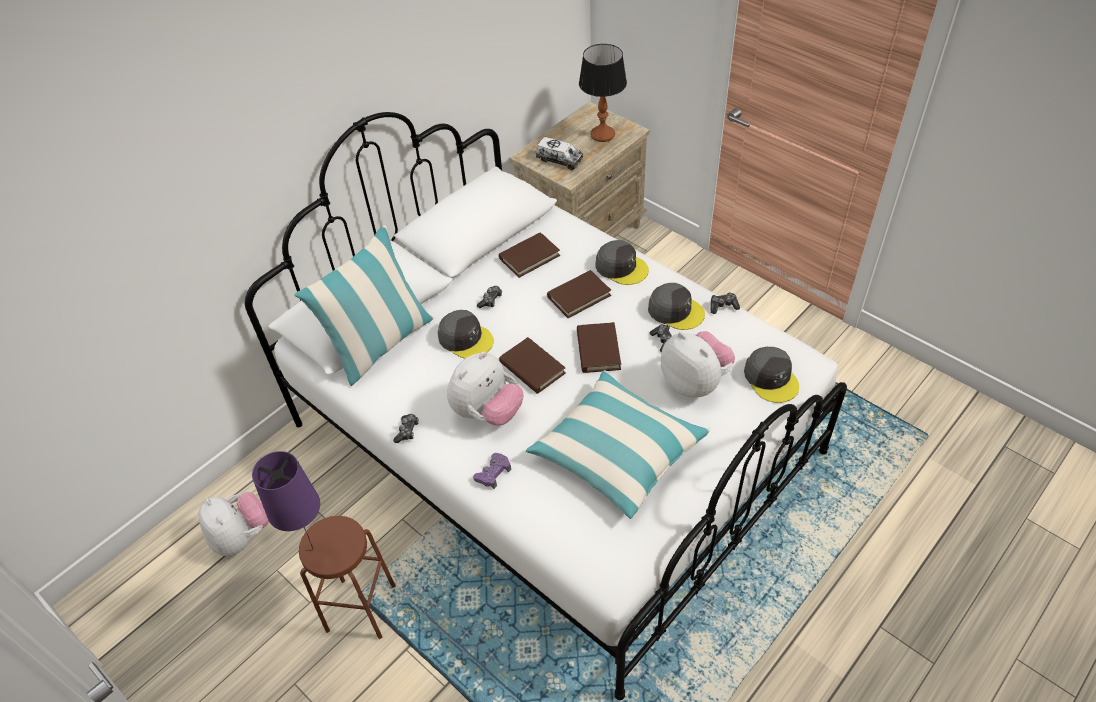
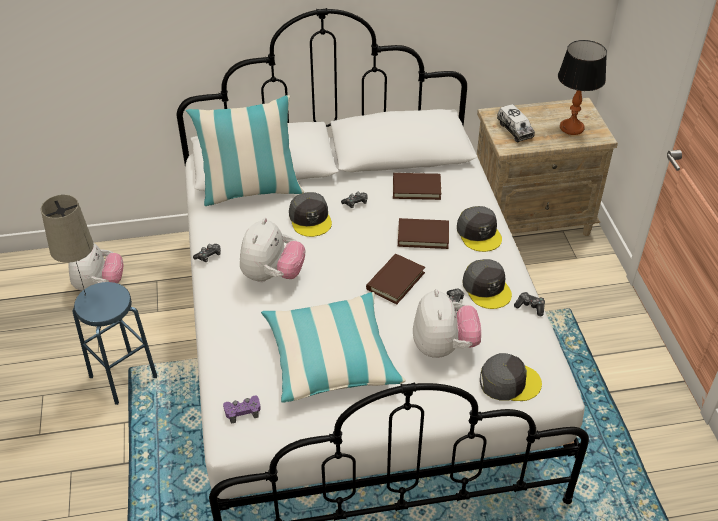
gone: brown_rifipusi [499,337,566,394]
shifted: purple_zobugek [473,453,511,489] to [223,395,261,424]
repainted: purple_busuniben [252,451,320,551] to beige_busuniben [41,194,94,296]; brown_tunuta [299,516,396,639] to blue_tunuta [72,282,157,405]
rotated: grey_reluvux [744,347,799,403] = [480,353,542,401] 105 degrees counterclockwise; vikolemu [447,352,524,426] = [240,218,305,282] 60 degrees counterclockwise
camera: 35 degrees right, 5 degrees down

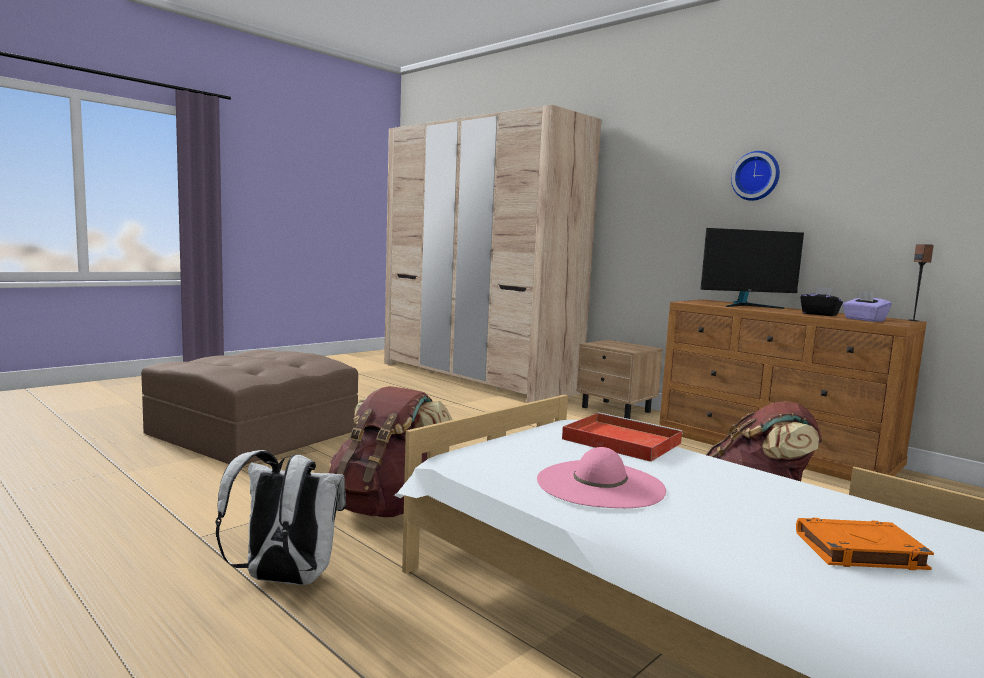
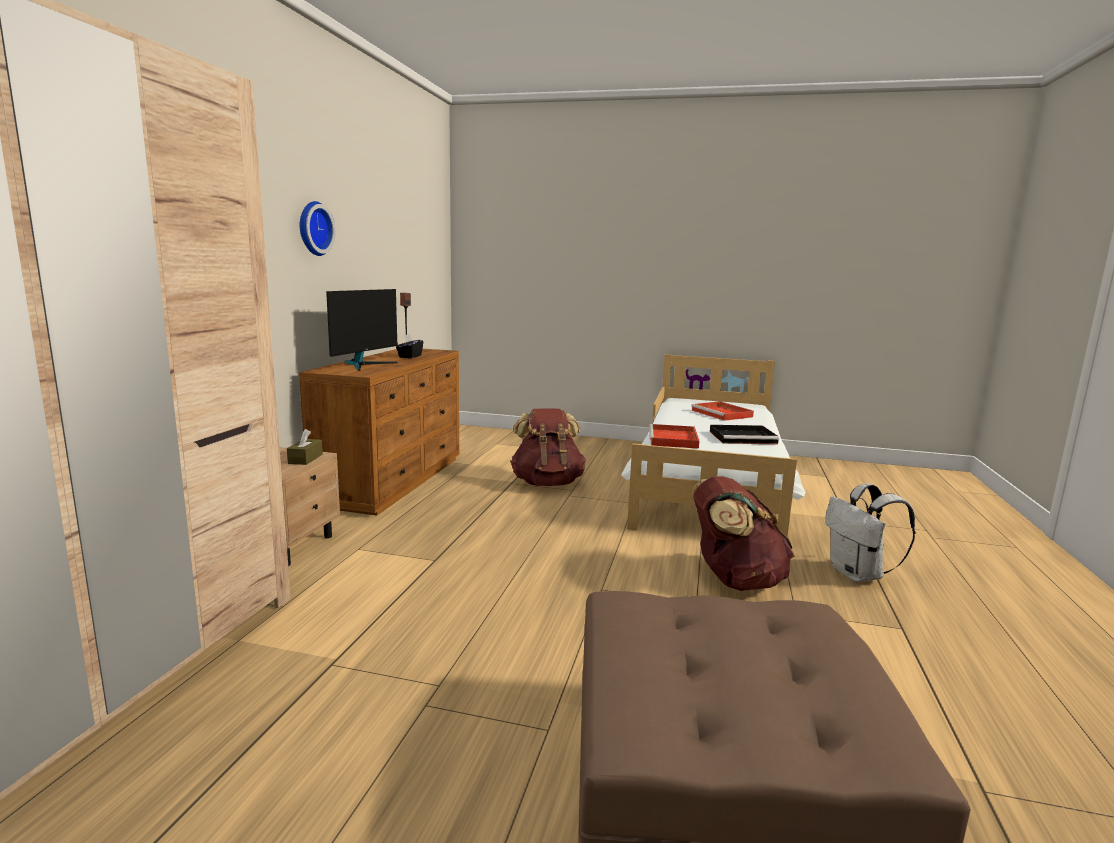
gone: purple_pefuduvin [843,290,892,322]
new: brown_pefuduvin [287,429,323,465]
swapped: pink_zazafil [537,447,666,508] to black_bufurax [710,425,779,444]; orange_rifipusi [796,518,934,570] to red_bufurax [691,401,754,421]
rotated: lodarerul [701,228,804,309] = [326,289,398,371] 60 degrees clockwise
camera: 120 degrees left, 5 degrees up

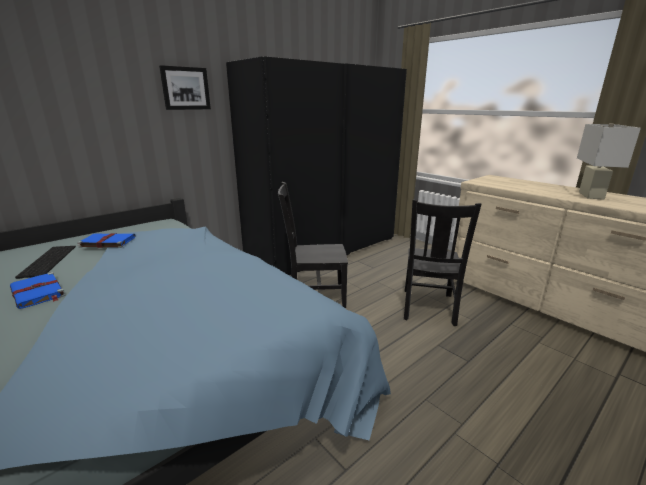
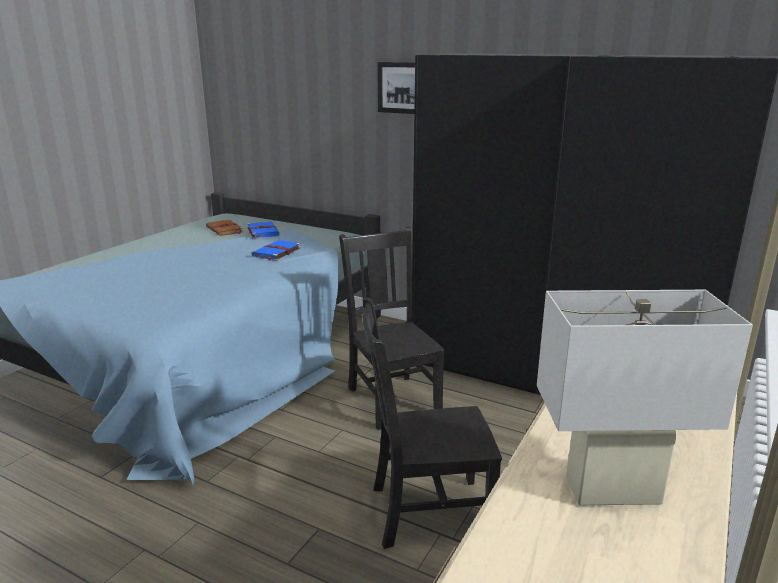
shifted: blue_rifipusi [10,272,66,309] to [251,240,301,261]
swapped: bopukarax [15,246,76,279] to brown_rifipusi [206,219,244,236]
camera: 70 degrees right, 0 degrees up

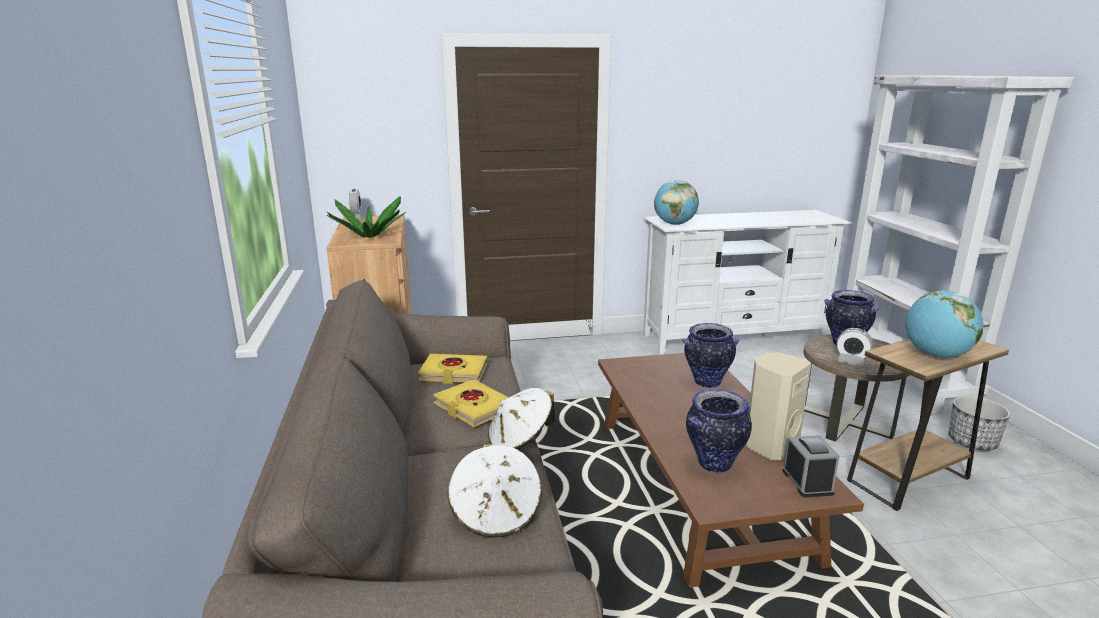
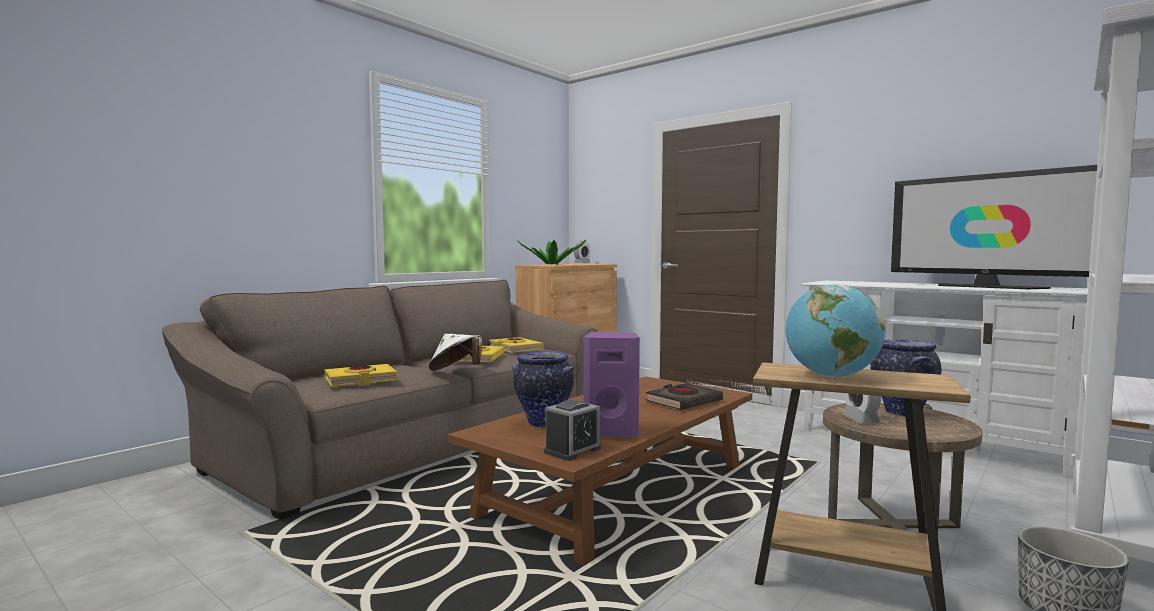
gone: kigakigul [654,180,699,225]
new: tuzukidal [891,165,1097,289]
swapped: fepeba [682,323,739,388] to black_rifipusi [646,383,723,410]; white_zazafil [447,444,542,537] to yellow_rifipusi [325,364,397,387]
repainted: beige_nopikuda [746,352,811,461] to purple_nopikuda [583,332,640,438]
camera: 50 degrees right, 15 degrees down

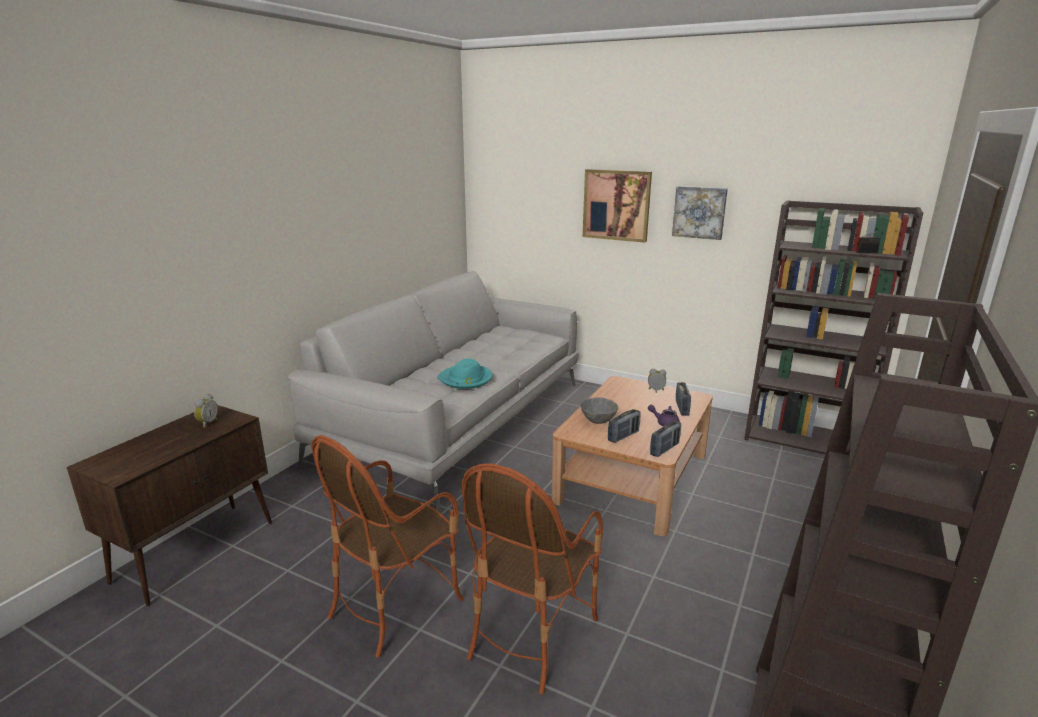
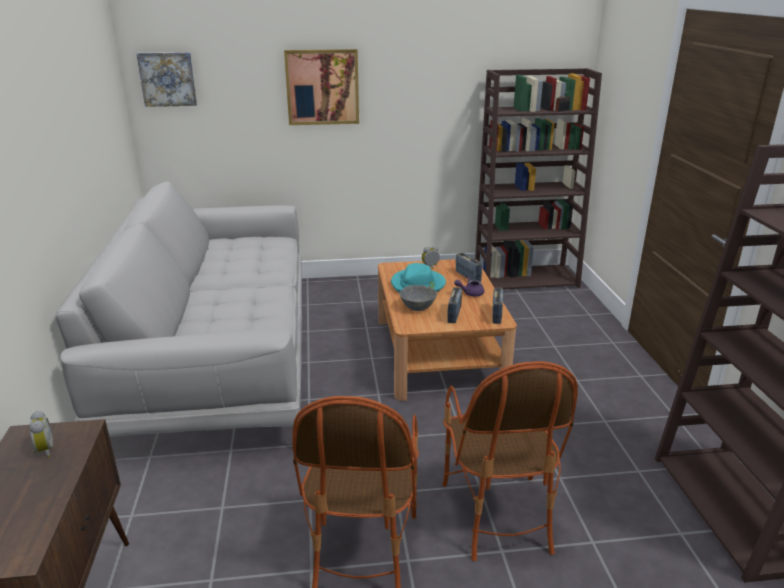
shifted: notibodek [672,186,728,240] to [137,52,197,107]; turquoise_zazafil [437,358,493,389] to [391,263,446,293]
camera: 35 degrees left, 5 degrees up

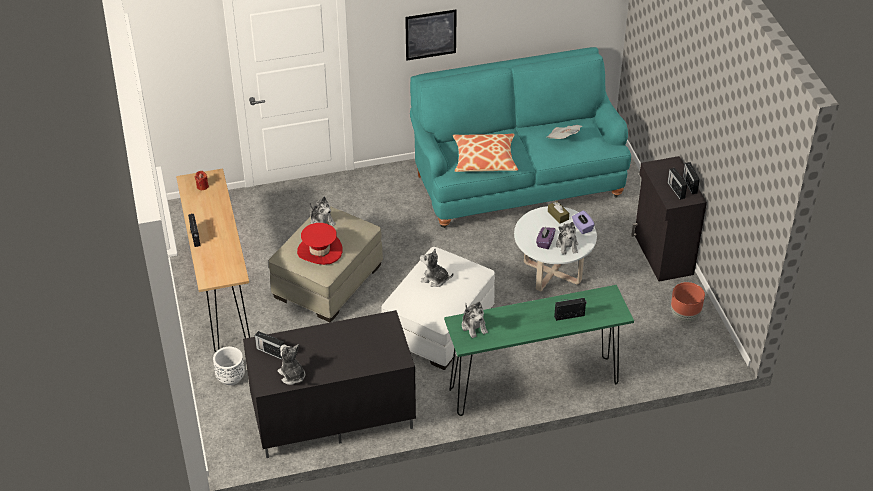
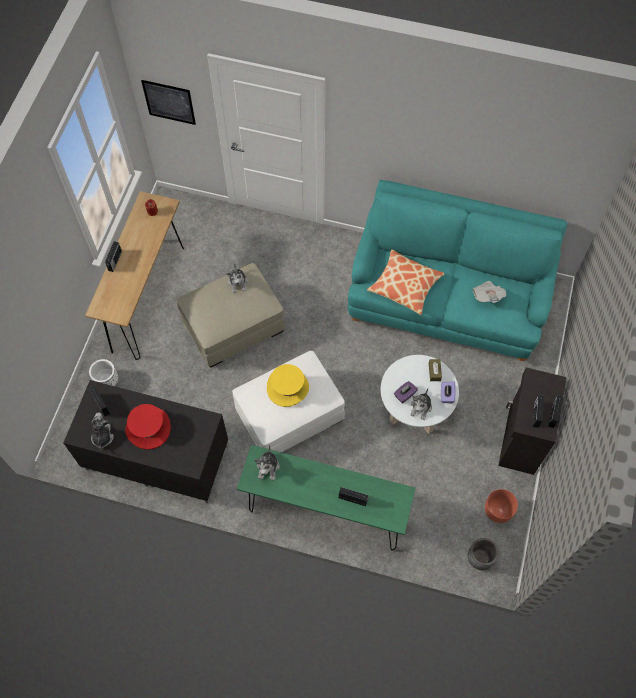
new: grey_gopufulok [468,538,499,570]
shifted: notibodek [405,10,457,61] to [141,80,196,125]; red_zazafil [297,223,343,265] to [125,404,171,450]
swapped: vikolemu [420,249,454,287] to yellow_zazafil [267,364,309,407]
camera: 30 degrees right, 20 degrees up

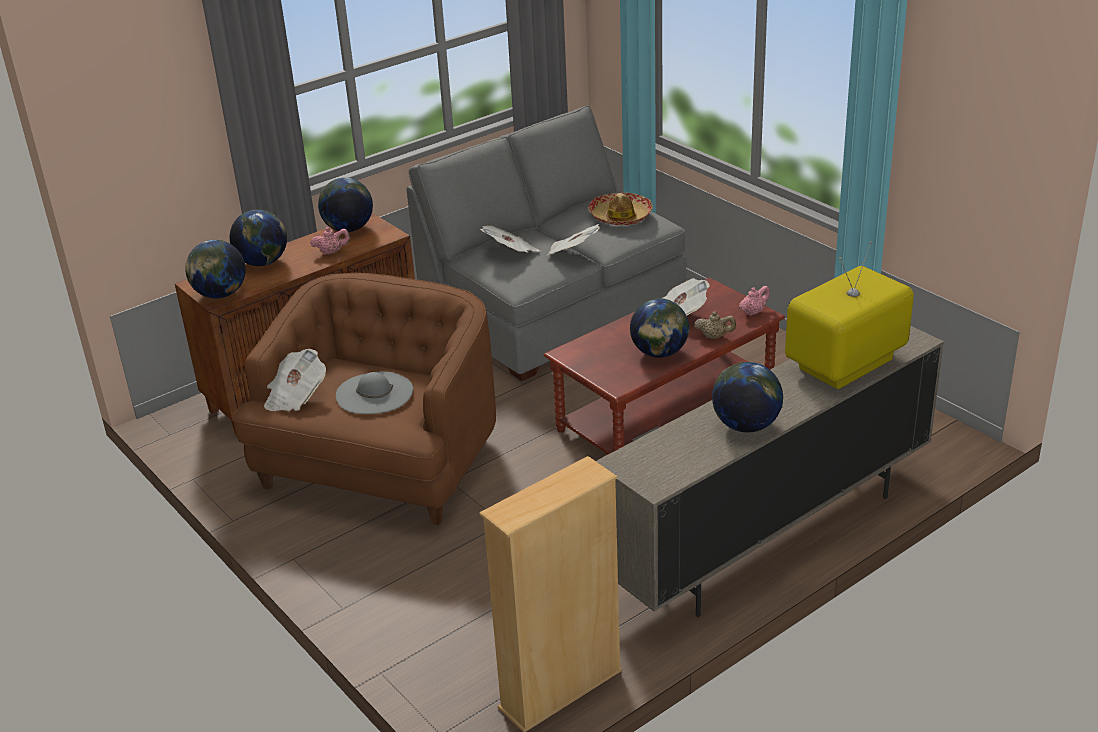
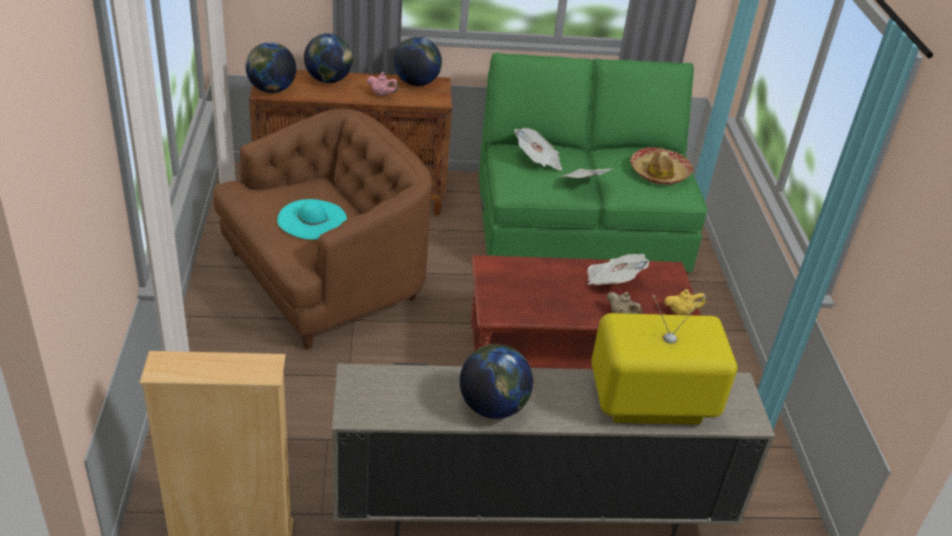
gone: kigakigul [630,298,689,358]; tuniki [264,349,326,411]
repainted: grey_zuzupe [407,105,686,381] to green_zuzupe [479,52,708,274]; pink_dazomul [739,286,770,316] to yellow_dazomul [664,289,706,315]; grey_zazafil [336,371,413,414] to turquoise_zazafil [277,199,347,240]
camera: 30 degrees right, 5 degrees up

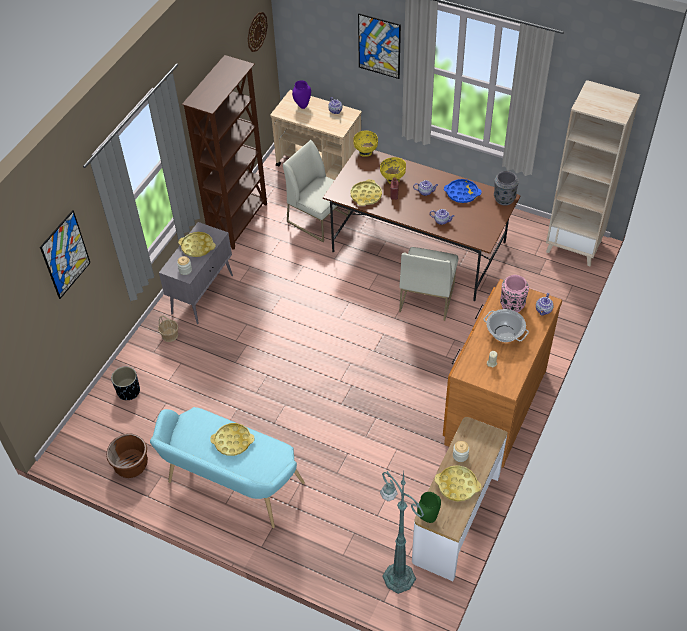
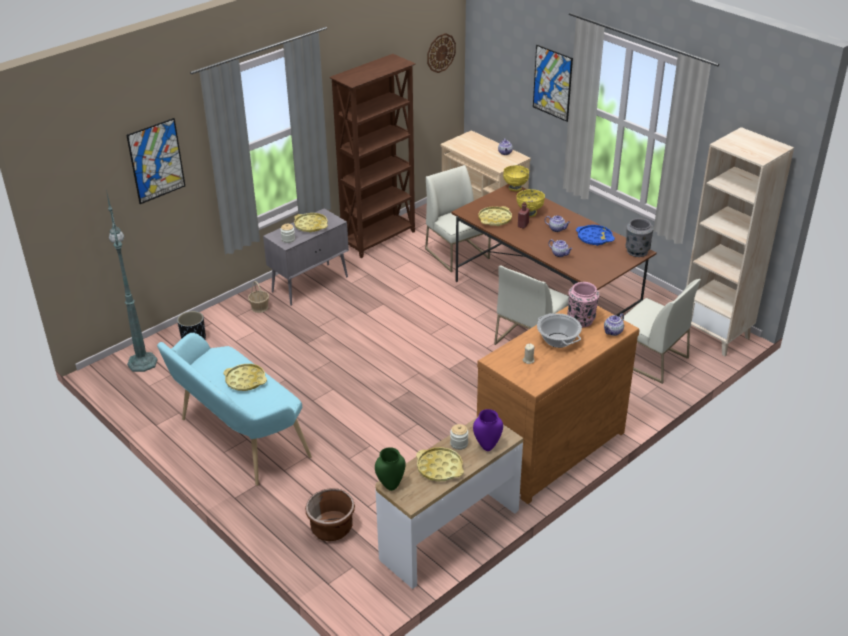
new: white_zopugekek [621,279,701,384]
shifted: purple_fepeba [292,80,311,109] to [473,409,503,451]; brown_gopufulok [106,434,148,478] to [305,488,355,541]; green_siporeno [380,471,424,594] to [106,190,157,372]
camera: 20 degrees right, 15 degrees down

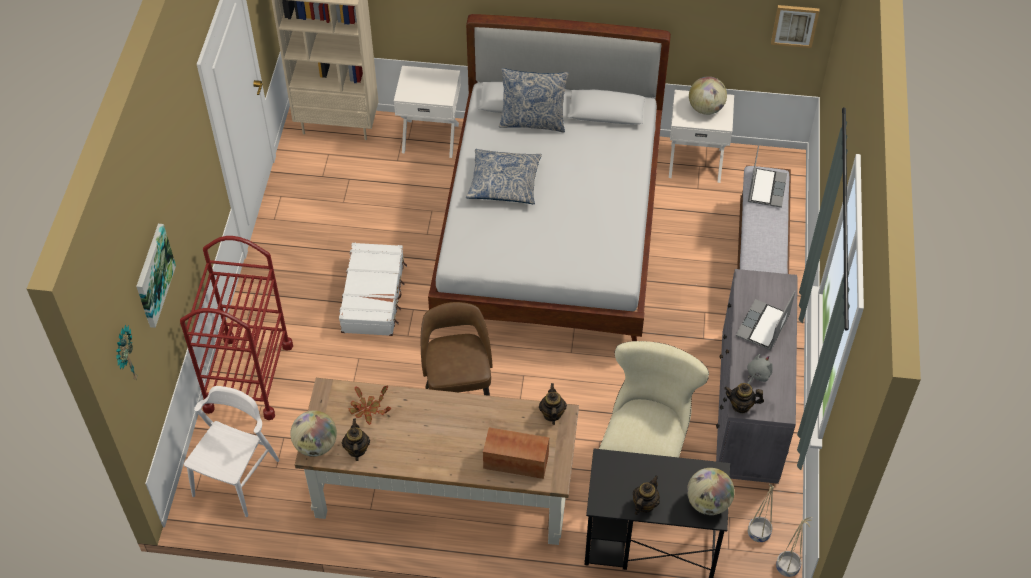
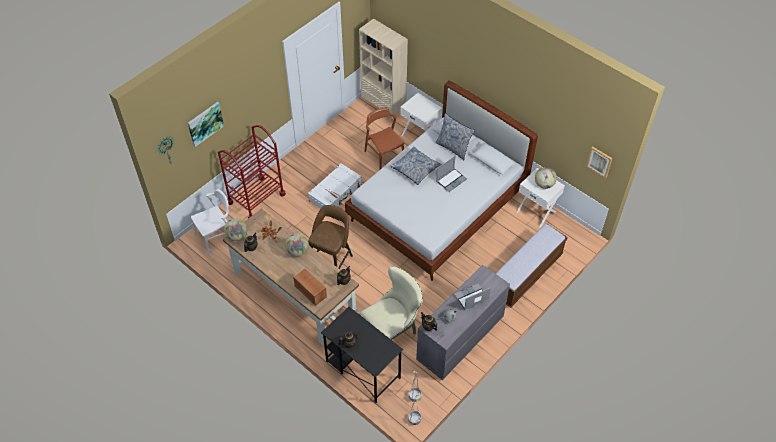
new: brown_zopugekek [364,108,404,169]
shifted: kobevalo [748,146,787,208] to [436,156,467,192]; kigakigul [687,468,735,515] to [286,233,309,257]
camera: 35 degrees right, 0 degrees up

